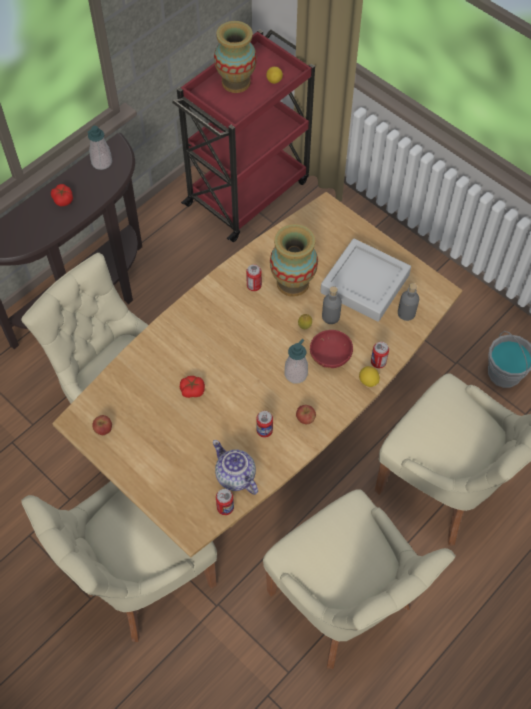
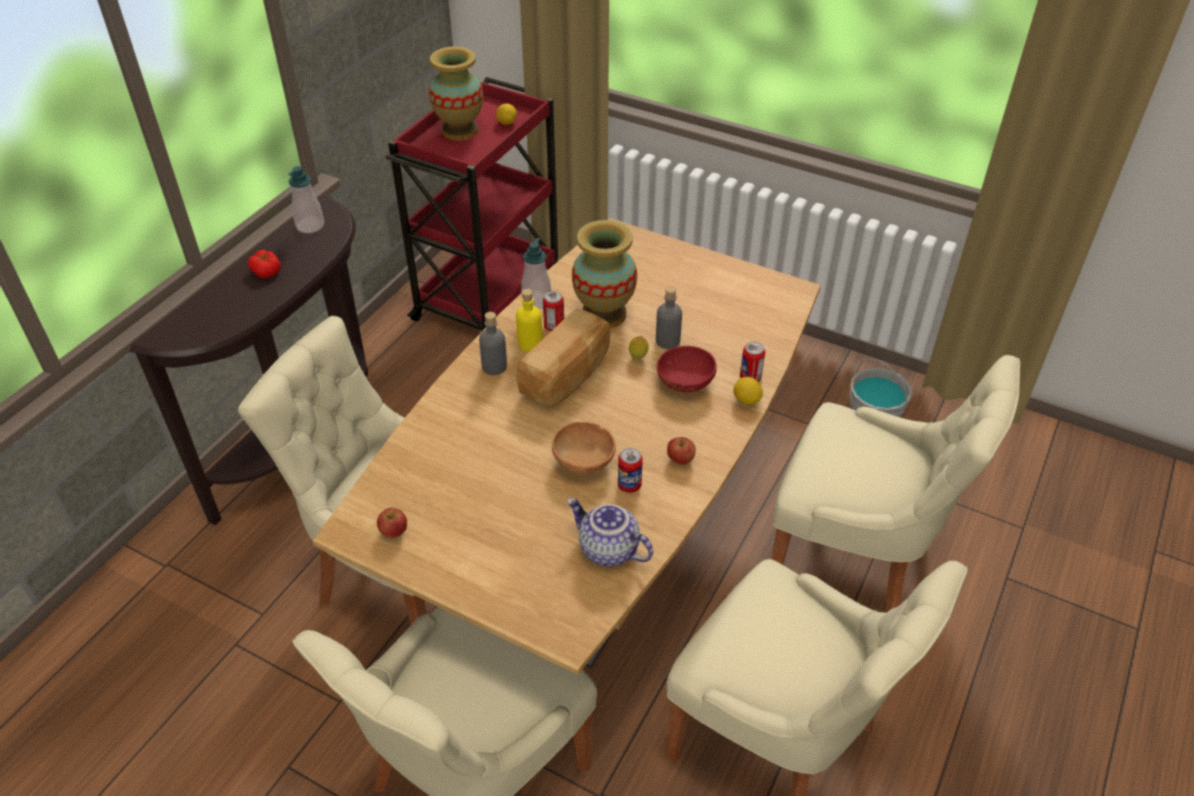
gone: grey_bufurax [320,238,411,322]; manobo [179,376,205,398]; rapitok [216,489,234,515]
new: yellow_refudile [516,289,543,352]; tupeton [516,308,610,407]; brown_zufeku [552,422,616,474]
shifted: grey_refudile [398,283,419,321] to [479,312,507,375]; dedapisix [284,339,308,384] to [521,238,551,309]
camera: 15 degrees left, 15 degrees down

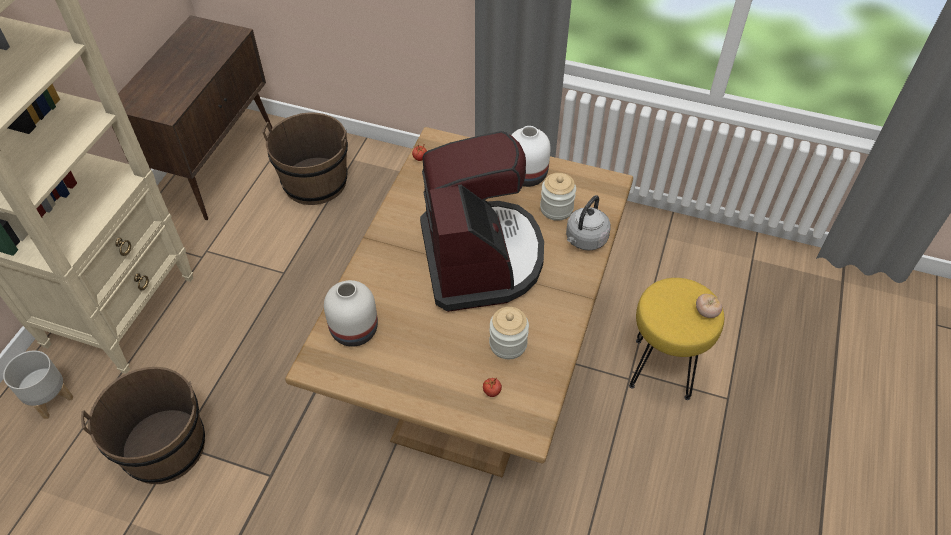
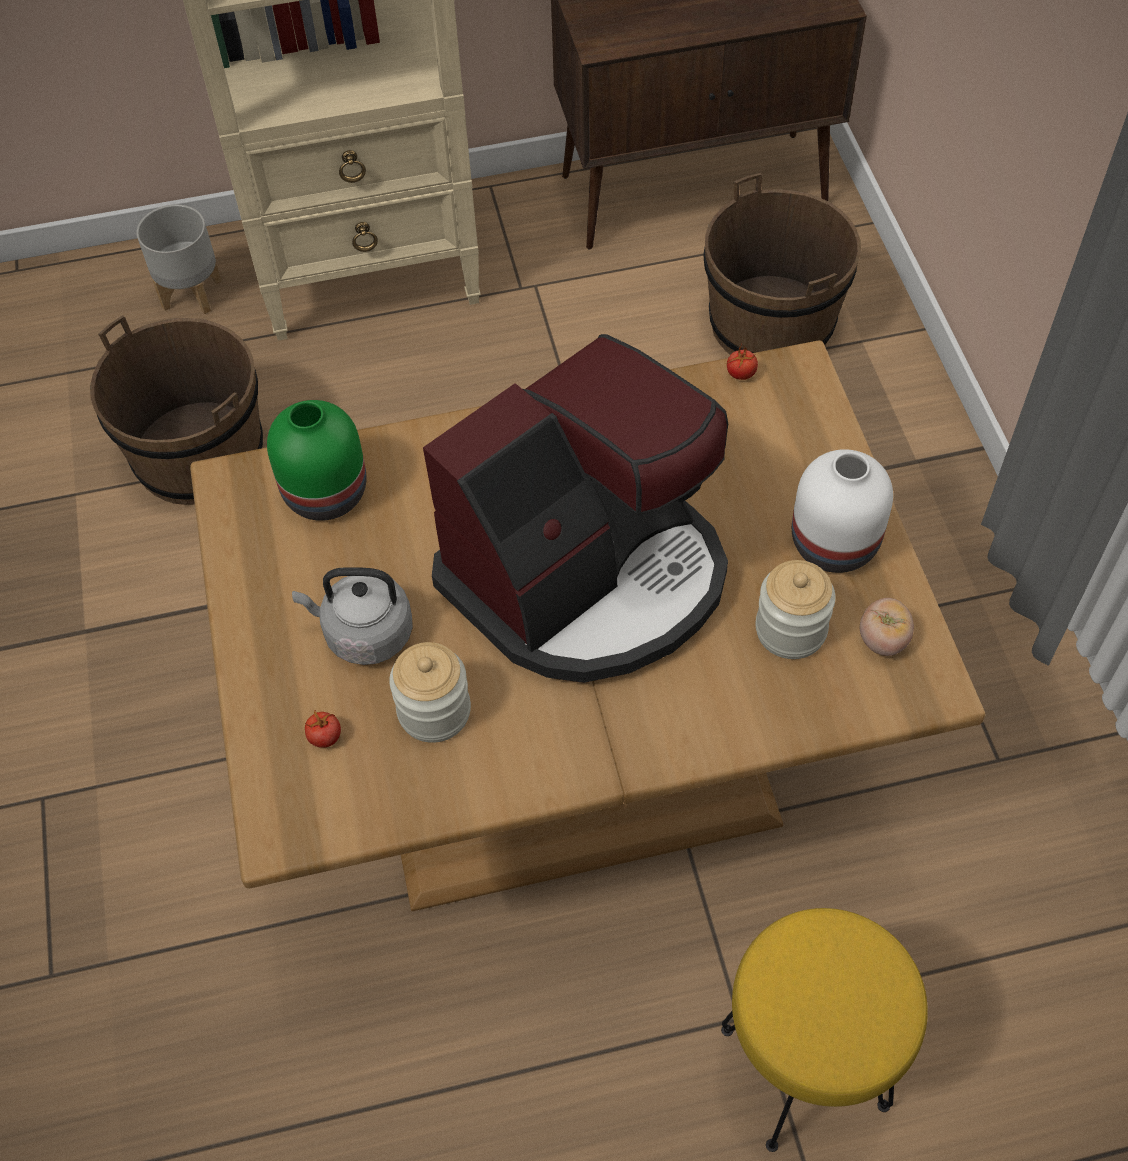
shifted: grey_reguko [566,195,611,251] to [292,567,413,665]; manobo [696,294,722,318] to [860,598,914,656]
repainted: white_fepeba [324,280,378,347] to green_fepeba [267,400,366,521]
camera: 60 degrees right, 5 degrees up

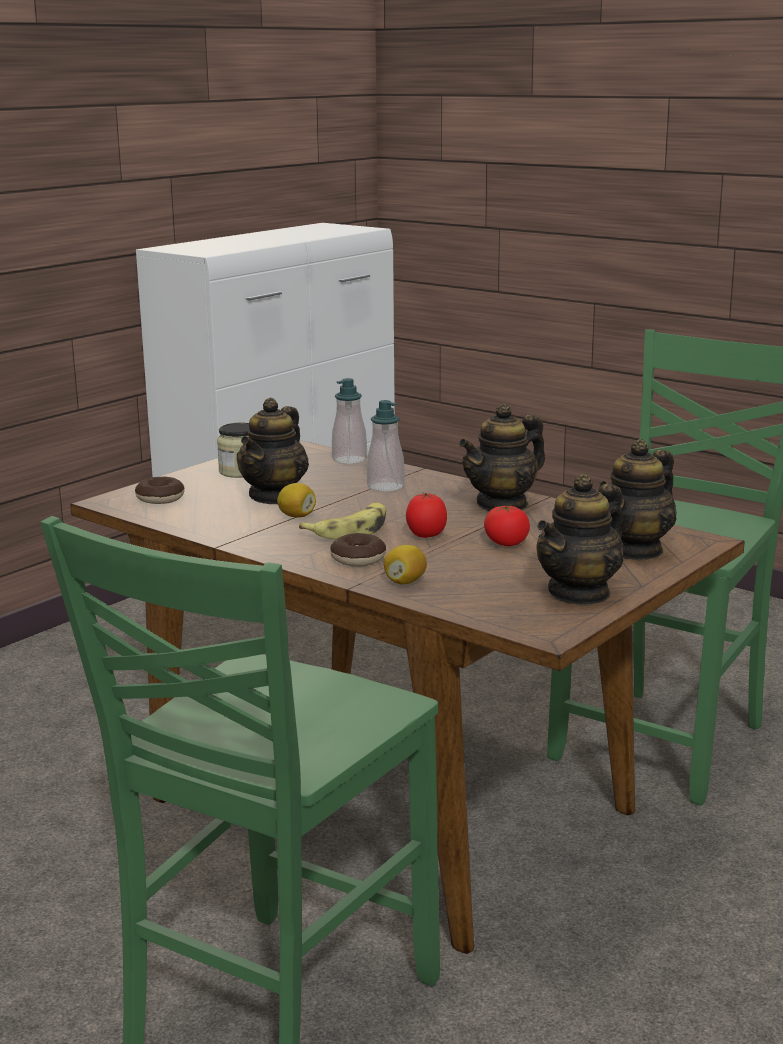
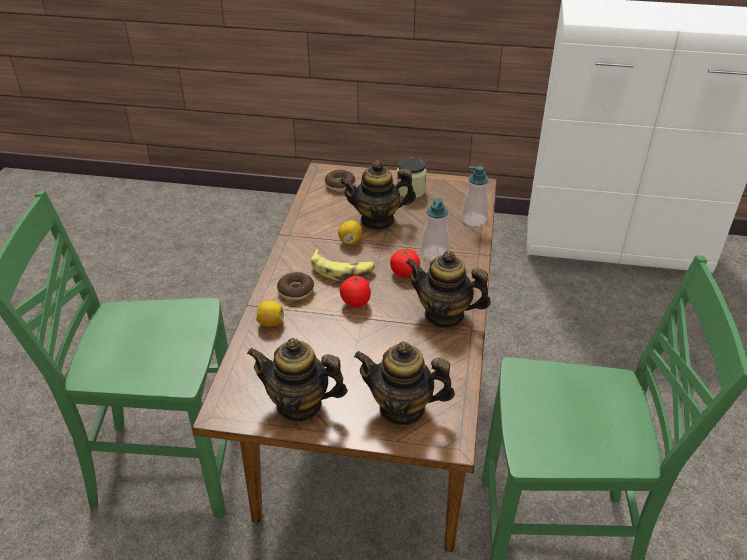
shifted: manobo [484,505,530,546] to [390,248,420,278]
camera: 60 degrees right, 20 degrees up

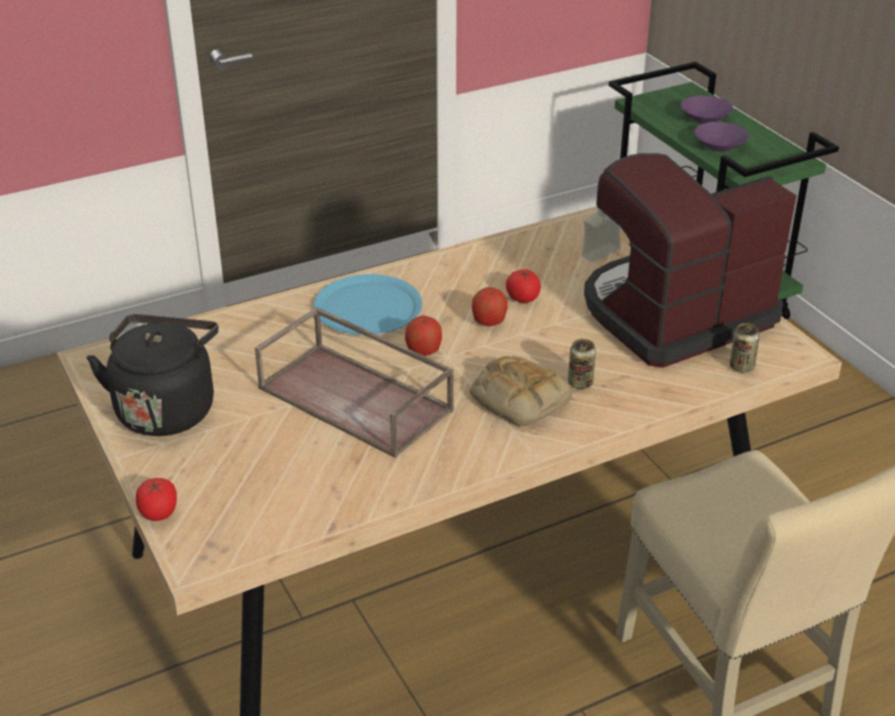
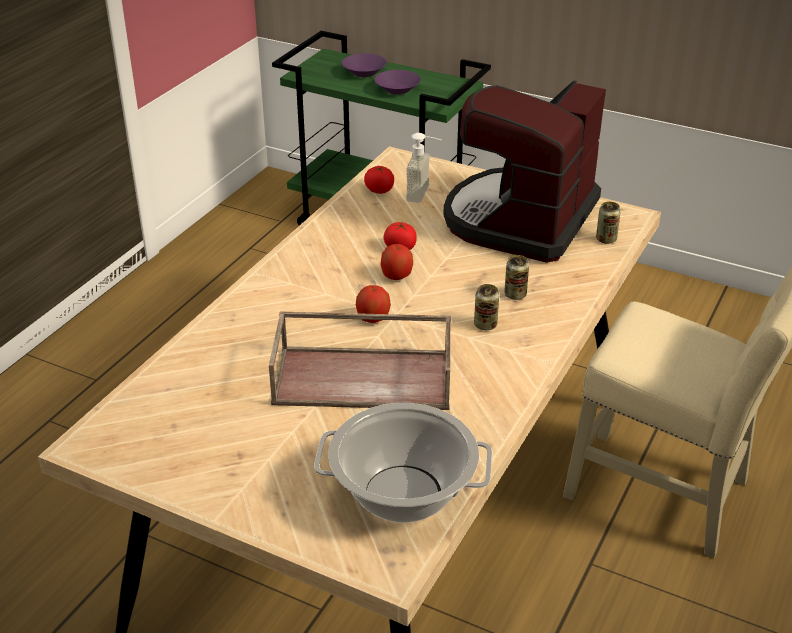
gone: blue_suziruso [313,274,422,335]; black_reguko [87,314,219,436]
new: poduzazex [314,403,492,523]
shifted: manobo [136,478,177,521] to [364,166,394,194]
swapped: tupeton [469,356,572,427] to rapitok [474,284,499,330]
camera: 35 degrees left, 0 degrees up

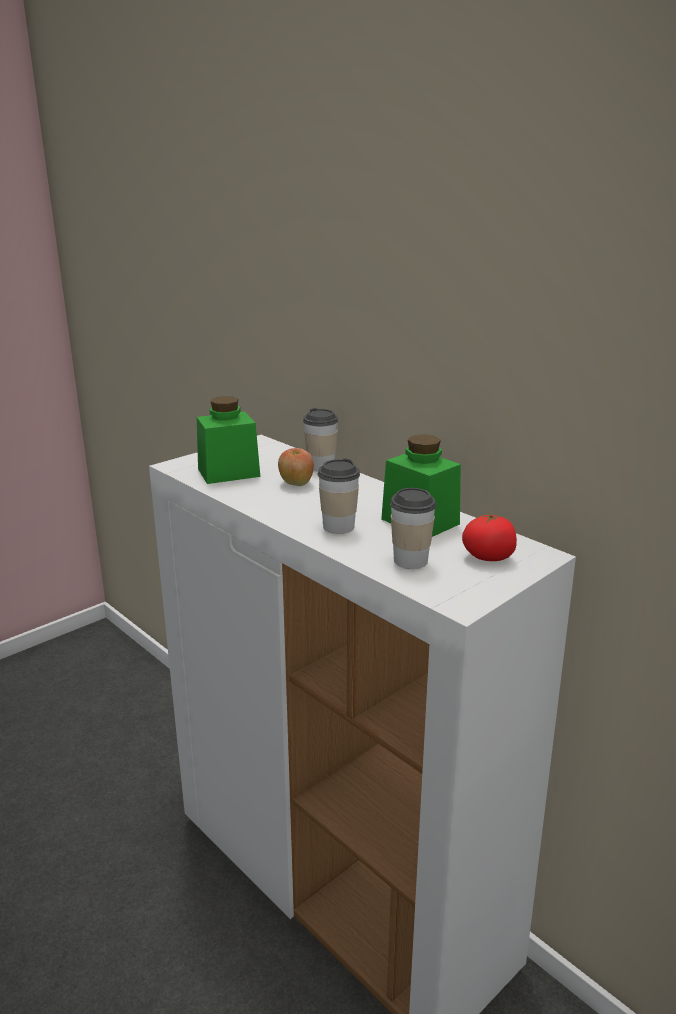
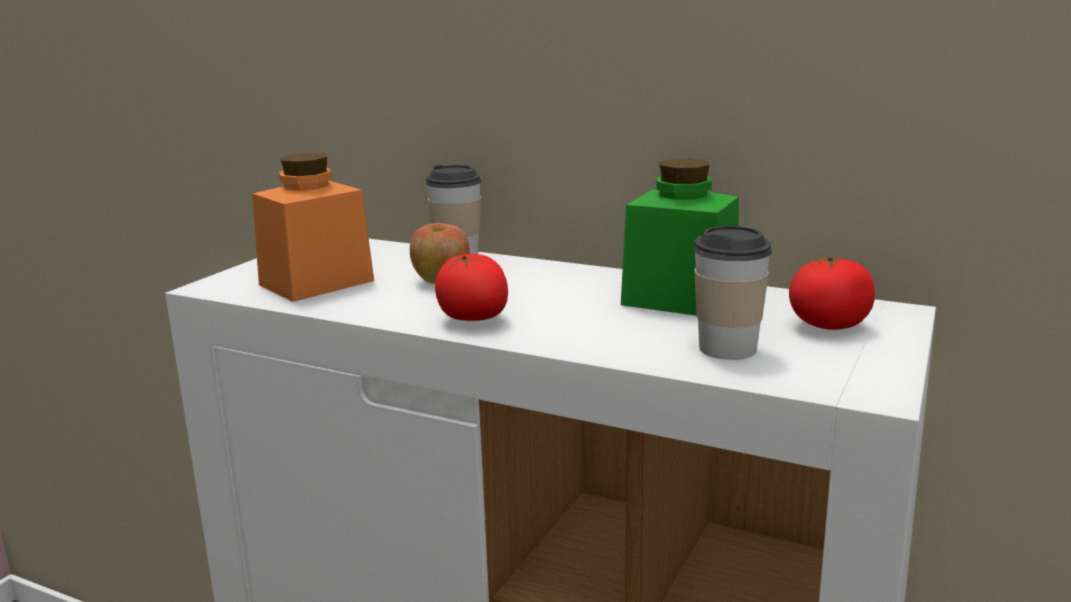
gone: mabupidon [318,458,360,534]
new: manobo [435,254,508,321]
repainted: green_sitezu [197,396,260,484] to orange_sitezu [252,153,374,302]
camera: 20 degrees left, 5 degrees down

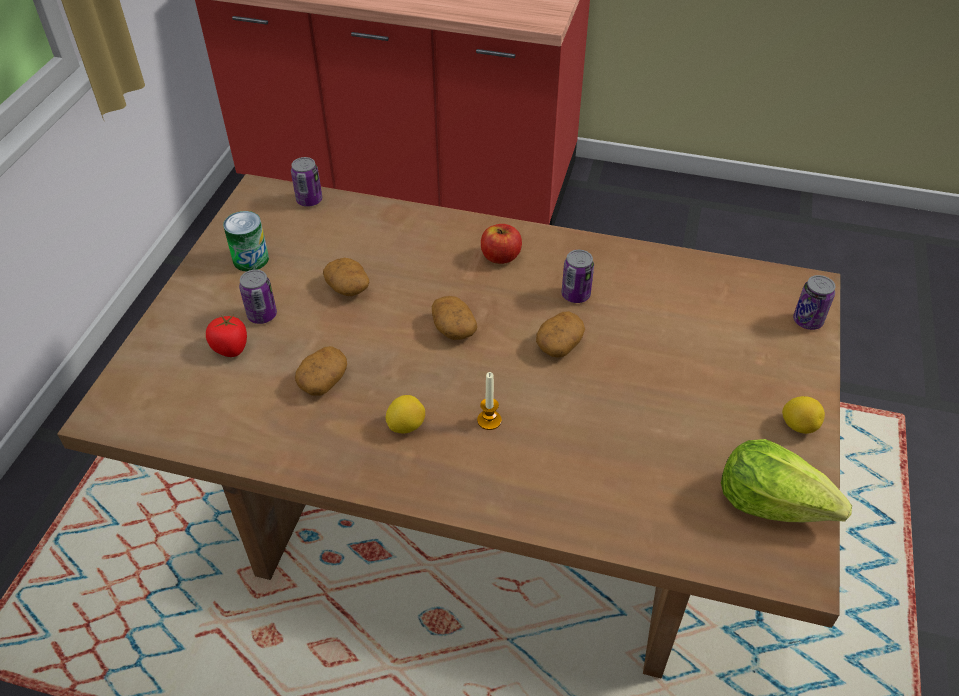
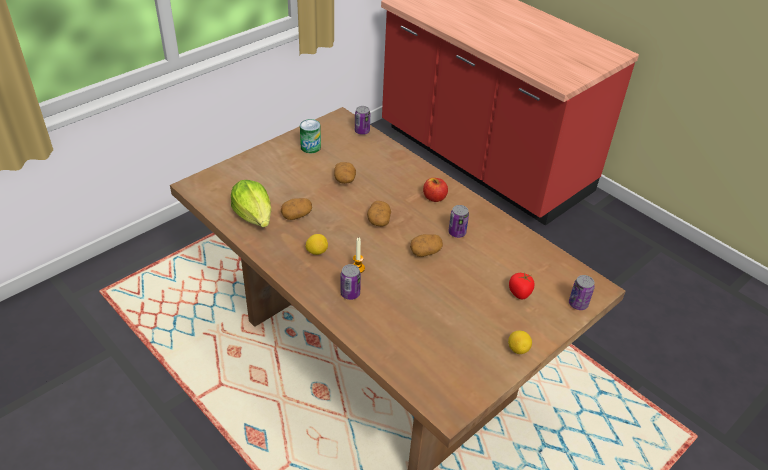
shifted: rapitok [239,270,277,324] to [341,264,361,300]; manobo [206,315,247,357] to [509,273,535,299]; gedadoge [721,439,852,522] to [231,180,271,227]
camera: 30 degrees right, 5 degrees down

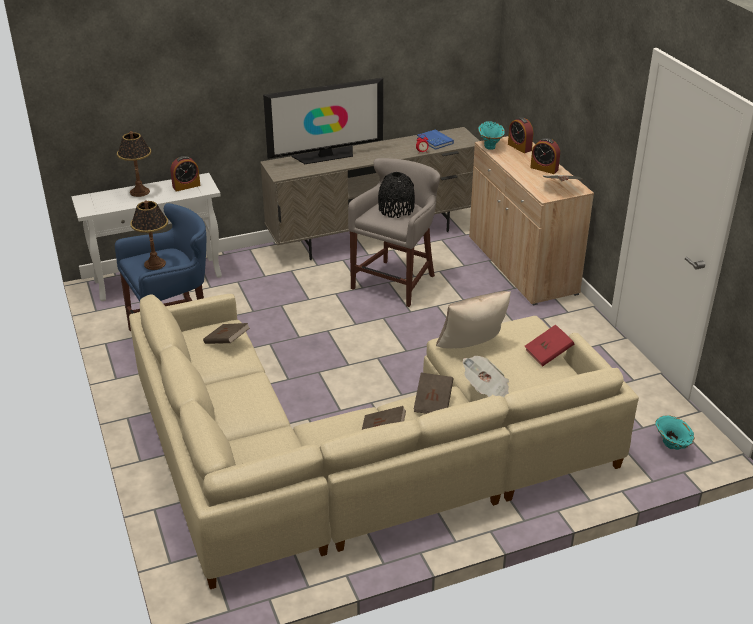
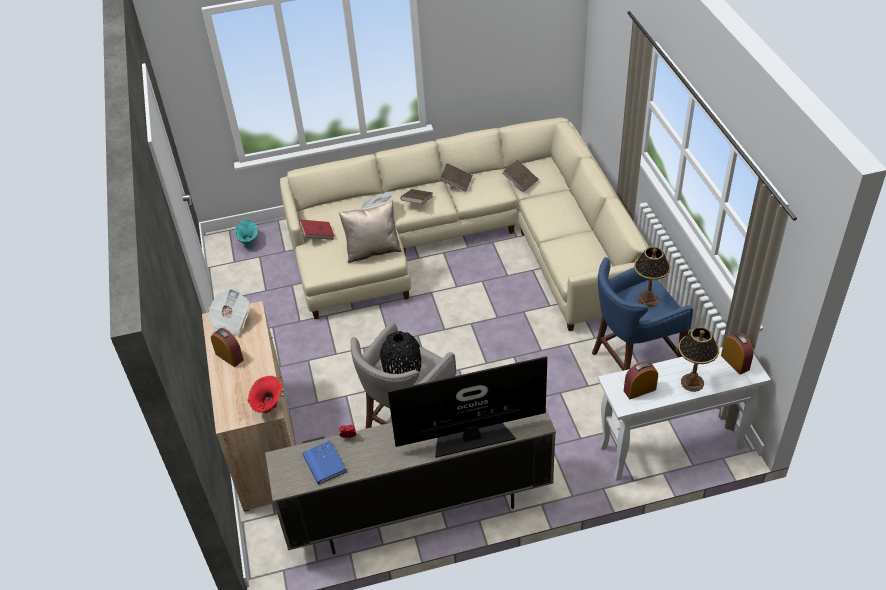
shifted: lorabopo [508,117,533,153] to [721,332,754,374]; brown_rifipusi [203,323,250,344] to [503,160,538,192]
repainted: turquoise_fepeba [478,121,505,150] to red_fepeba [247,376,282,413]
camera: 170 degrees left, 10 degrees up

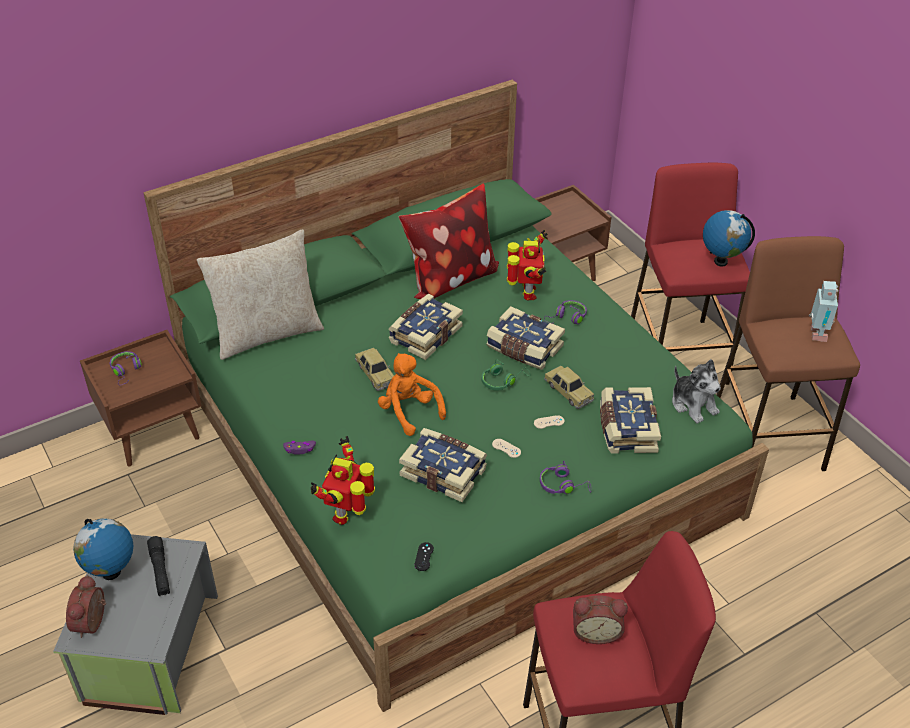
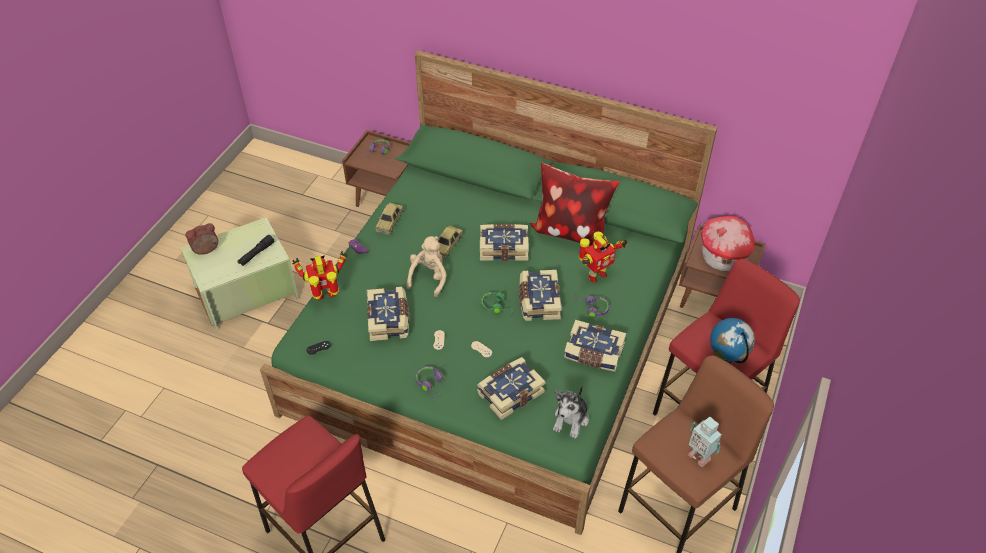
gone: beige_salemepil [197,229,324,360]; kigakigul [73,518,133,580]; lorabopo [573,595,628,644]
new: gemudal [701,216,754,271]; rifipusi [564,320,626,372]
shifted: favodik [544,366,594,409] to [376,203,404,235]
repainted: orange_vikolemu [378,353,446,436] to beige_vikolemu [406,236,447,297]; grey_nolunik [53,534,218,715] to green_nolunik [181,217,299,330]
rotated: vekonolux [809,281,839,342] = [687,417,722,467] 75 degrees clockwise
camera: 55 degrees right, 5 degrees up

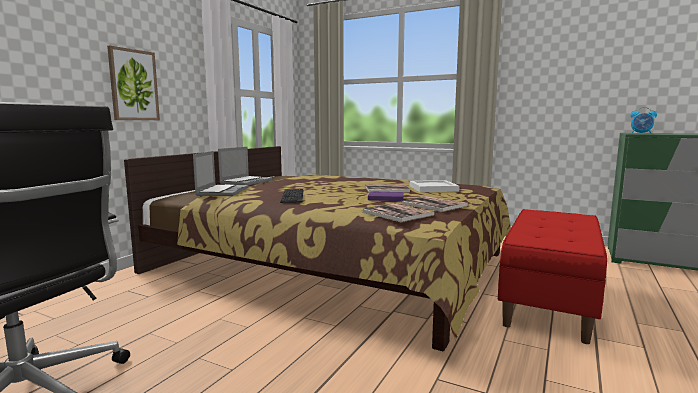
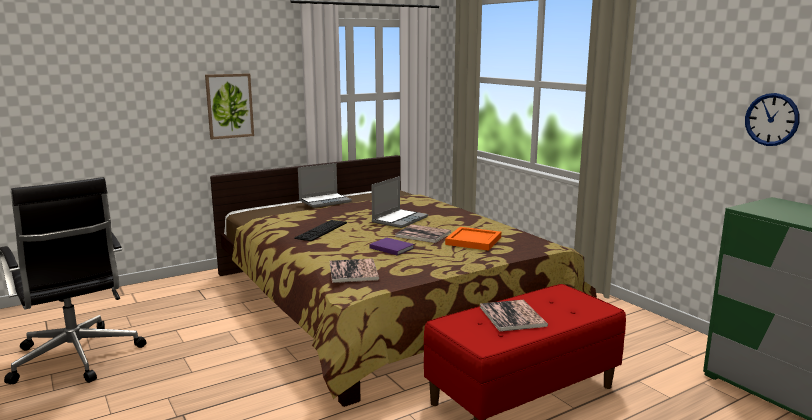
gone: lorabopo [631,107,657,133]
new: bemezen [745,93,800,146]
shifted: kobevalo [193,151,248,196] to [371,176,428,228]; rifipusi [402,196,468,212] to [480,300,548,332]
repainted: white_bufurax [410,180,460,192] to orange_bufurax [445,227,501,251]
camera: 30 degrees right, 5 degrees up

